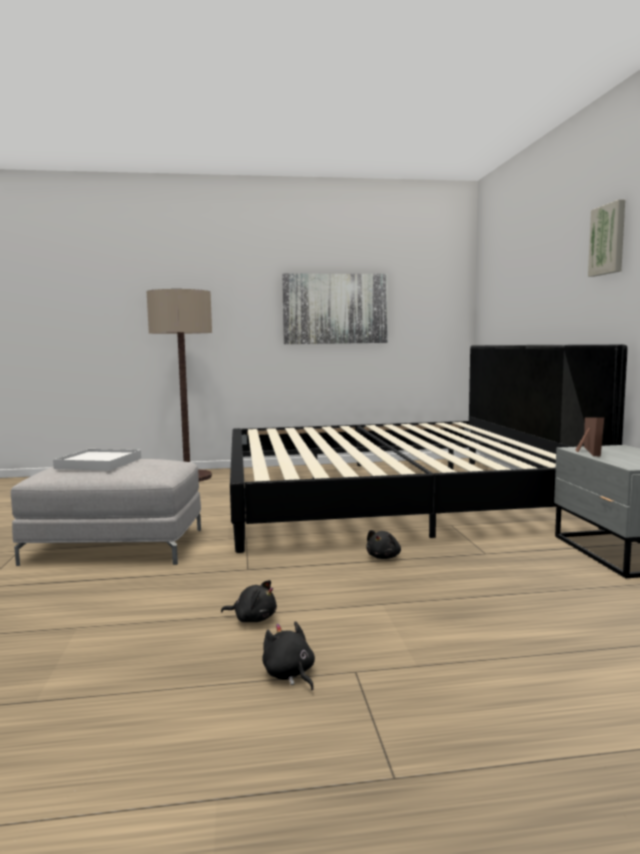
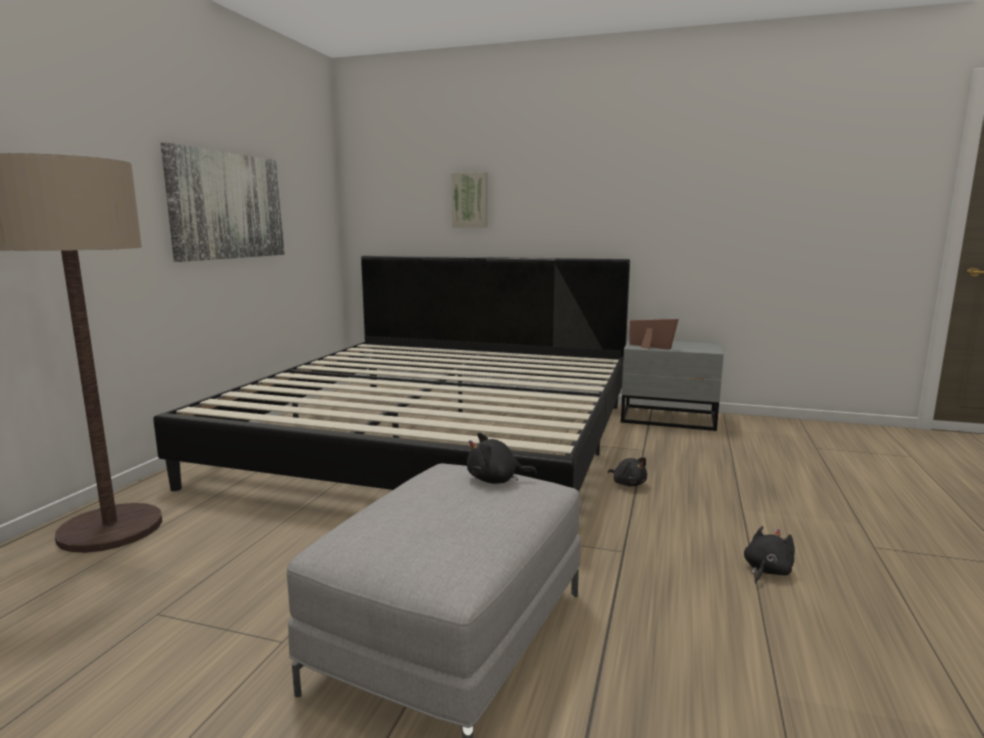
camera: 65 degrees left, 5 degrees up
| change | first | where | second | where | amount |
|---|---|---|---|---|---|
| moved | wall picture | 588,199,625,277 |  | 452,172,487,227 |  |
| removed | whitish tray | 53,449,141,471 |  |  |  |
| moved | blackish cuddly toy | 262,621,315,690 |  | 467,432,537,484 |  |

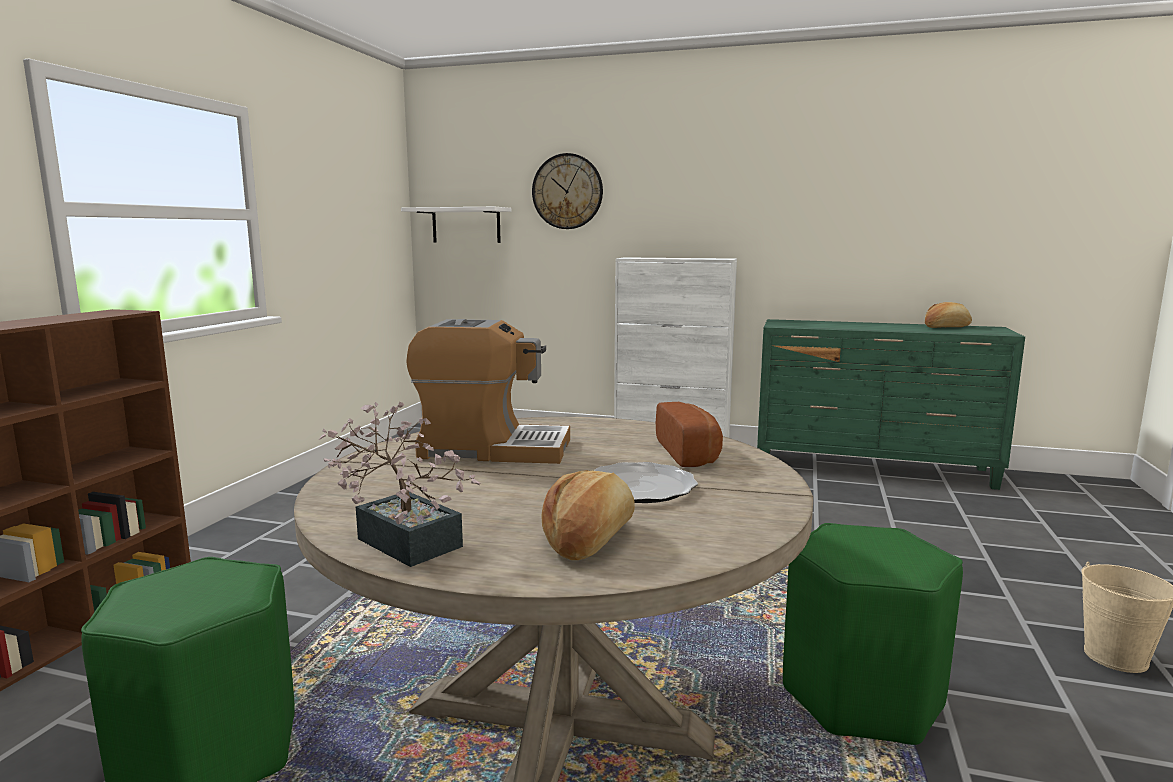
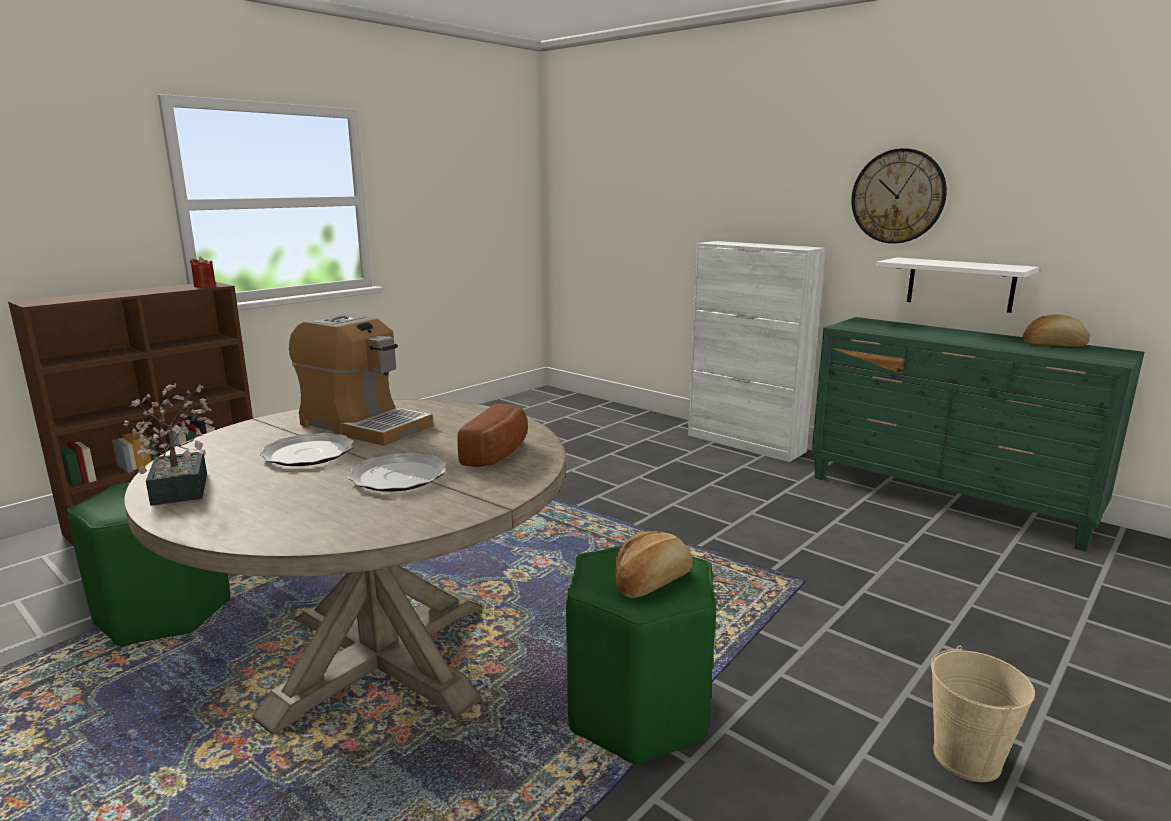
camera: 25 degrees right, 5 degrees up
| change | first | where | second | where | amount |
|---|---|---|---|---|---|
| moved | clock on the wall | 532,153,603,229 |  | 852,148,947,244 |  |
| moved | whitish bracket shelf | 401,207,511,243 |  | 876,257,1039,313 |  |
| moved | bread | 541,470,635,560 |  | 615,531,693,598 |  |
| added |  |  | red-coloured wax light | 190,256,216,288 |  |
| added |  |  | dinner plate | 259,433,354,466 |  |

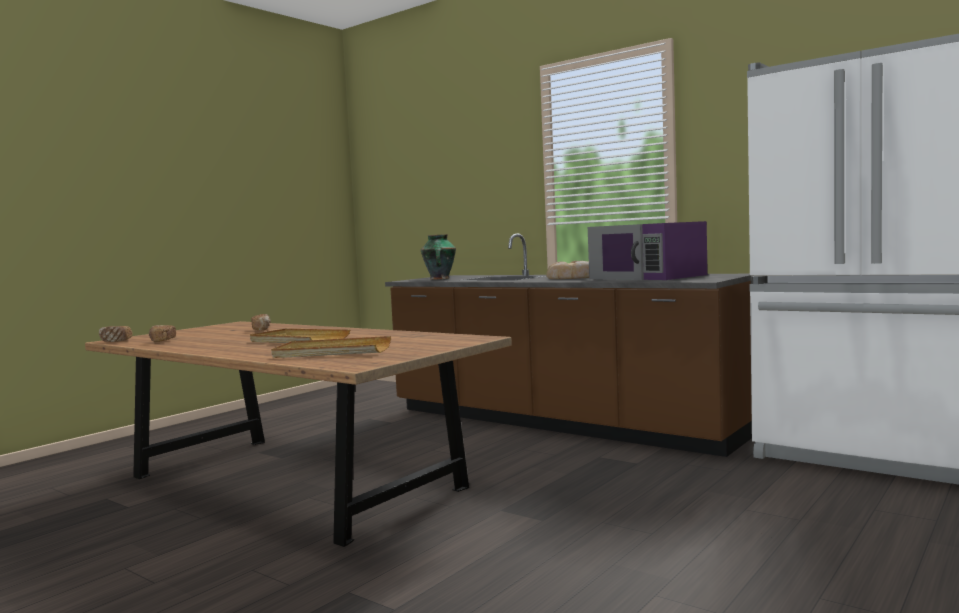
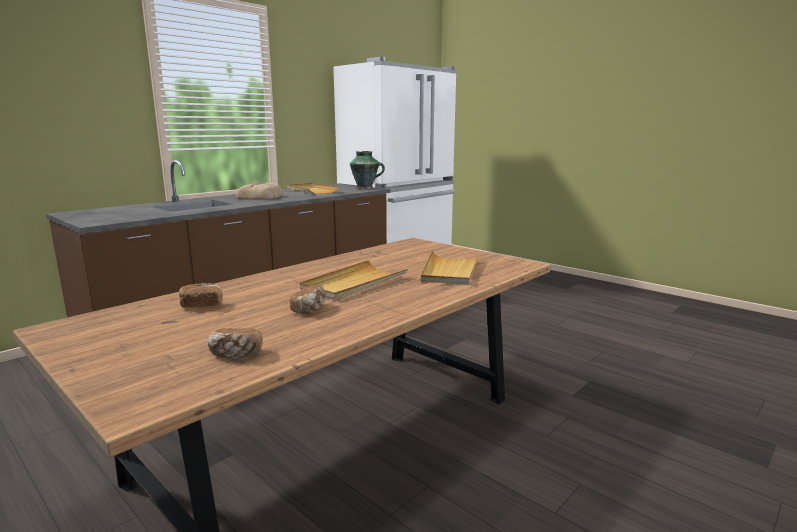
camera: 85 degrees left, 10 degrees up
| change | first | where | second | where | amount |
|---|---|---|---|---|---|
| replaced | purple kitchen microwave | 588,221,708,280 | beige tray | 287,183,339,194 |  |
| moved | decorative vase | 421,234,456,280 |  | 350,151,385,189 |  |
| moved | bread | 99,326,133,342 |  | 290,285,326,315 |  |

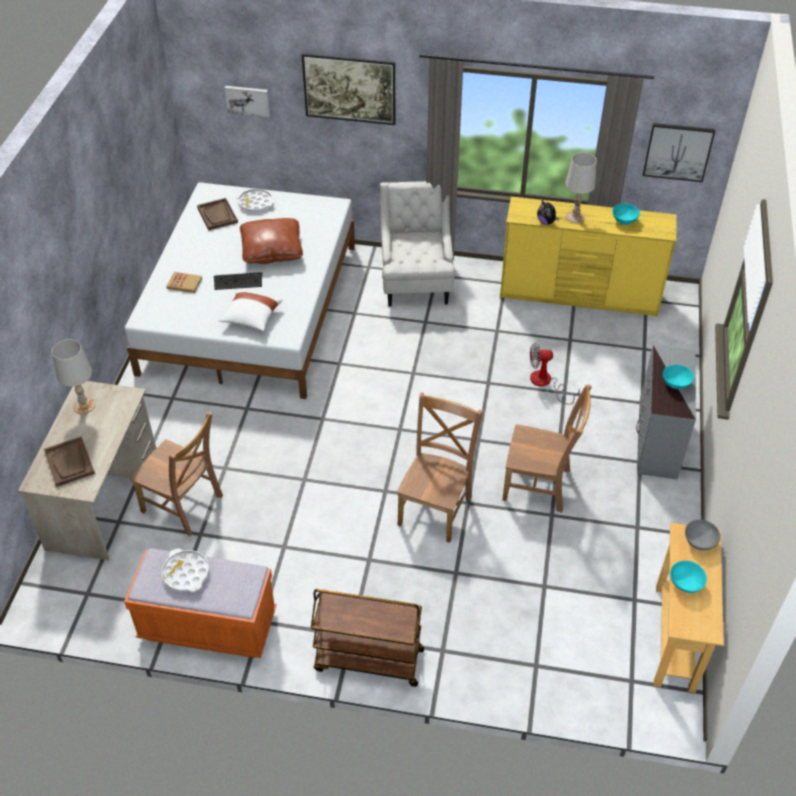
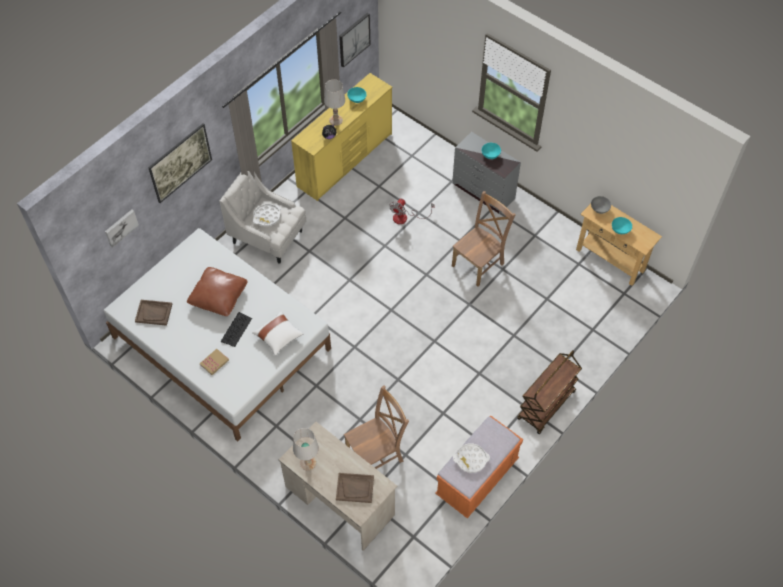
camera: 60 degrees left, 10 degrees up
| change | first | where | second | where | amount |
|---|---|---|---|---|---|
| moved | whitish tray | 236,189,274,212 |  | 253,204,281,226 |  |
| removed | brownish chair | 397,392,483,543 |  |  |  |

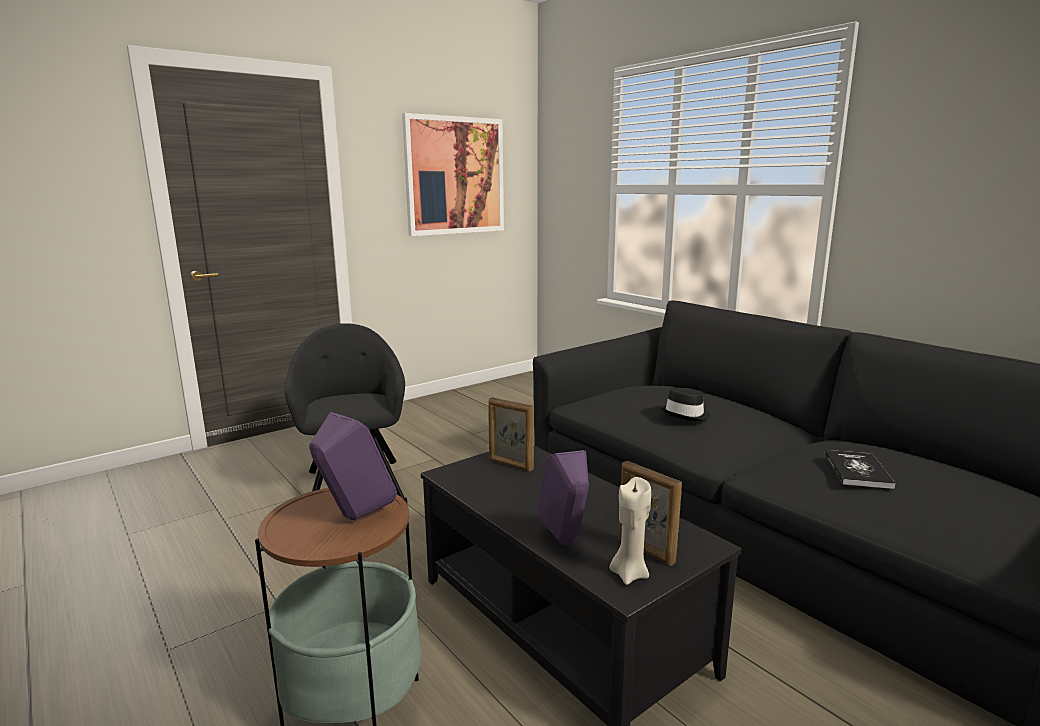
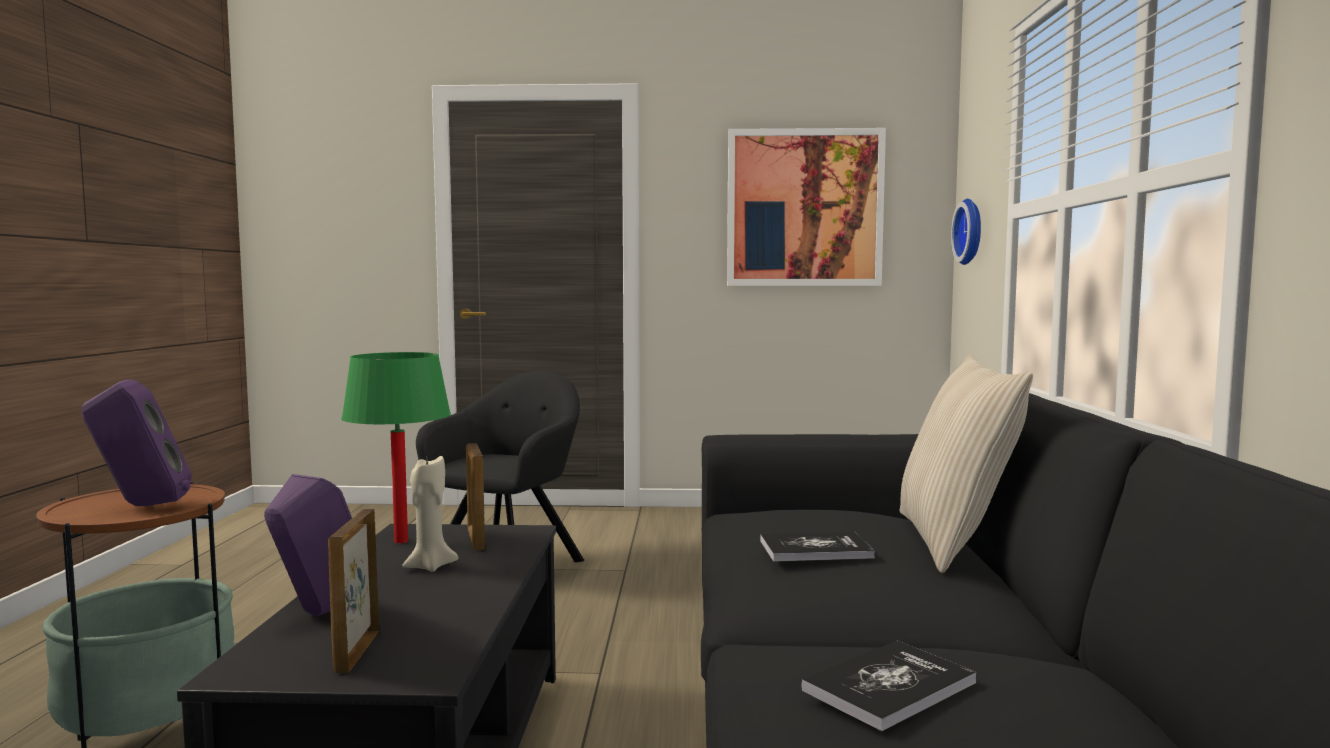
camera: 40 degrees right, 10 degrees down
| change | first | where | second | where | amount |
|---|---|---|---|---|---|
| replaced | blackish wearable hat | 660,388,711,421 | bound book | 760,532,875,562 |  |
| moved | beige wax light | 610,477,651,585 |  | 402,456,458,572 |  |
| added |  |  | clock on the wall | 951,199,981,265 |  |
| added |  |  | greenish tabletop lamp | 341,352,451,543 |  |
| added |  |  | beige cushion | 900,355,1033,573 |  |

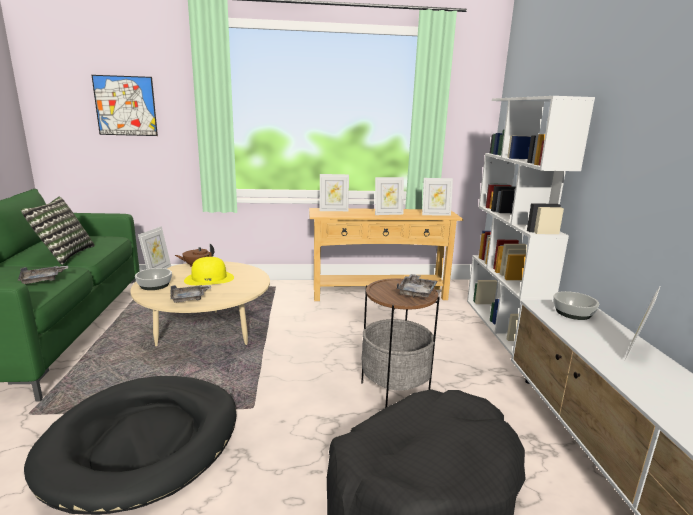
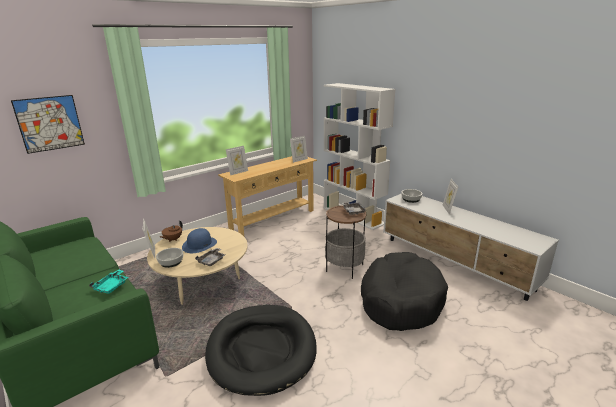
camera: 35 degrees left, 5 degrees up
| change | first | where | second | where | amount |
|---|---|---|---|---|---|
| removed | picture frame | 375,177,404,215 |  |  |  |
| removed | cushion | 21,197,95,265 |  |  |  |
| recoloured | yellow wearable hat | 184,257,234,285 | blue wearable hat | 182,228,217,253 |  |
| recoloured | grey tray | 18,266,68,284 | blue-green tray | 89,269,129,294 |  |

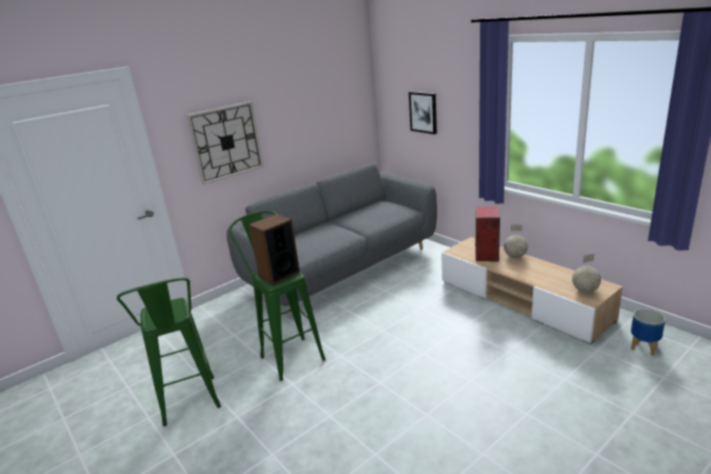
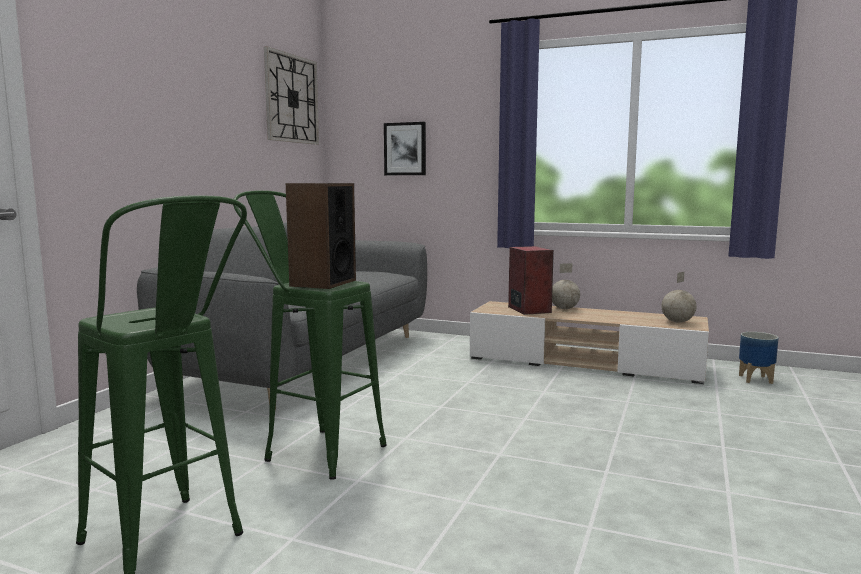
camera: 30 degrees left, 15 degrees down
| change | first | where | second | where | amount |
|---|---|---|---|---|---|
| moved | clock on the wall | 187,101,263,185 |  | 264,46,319,145 |  |

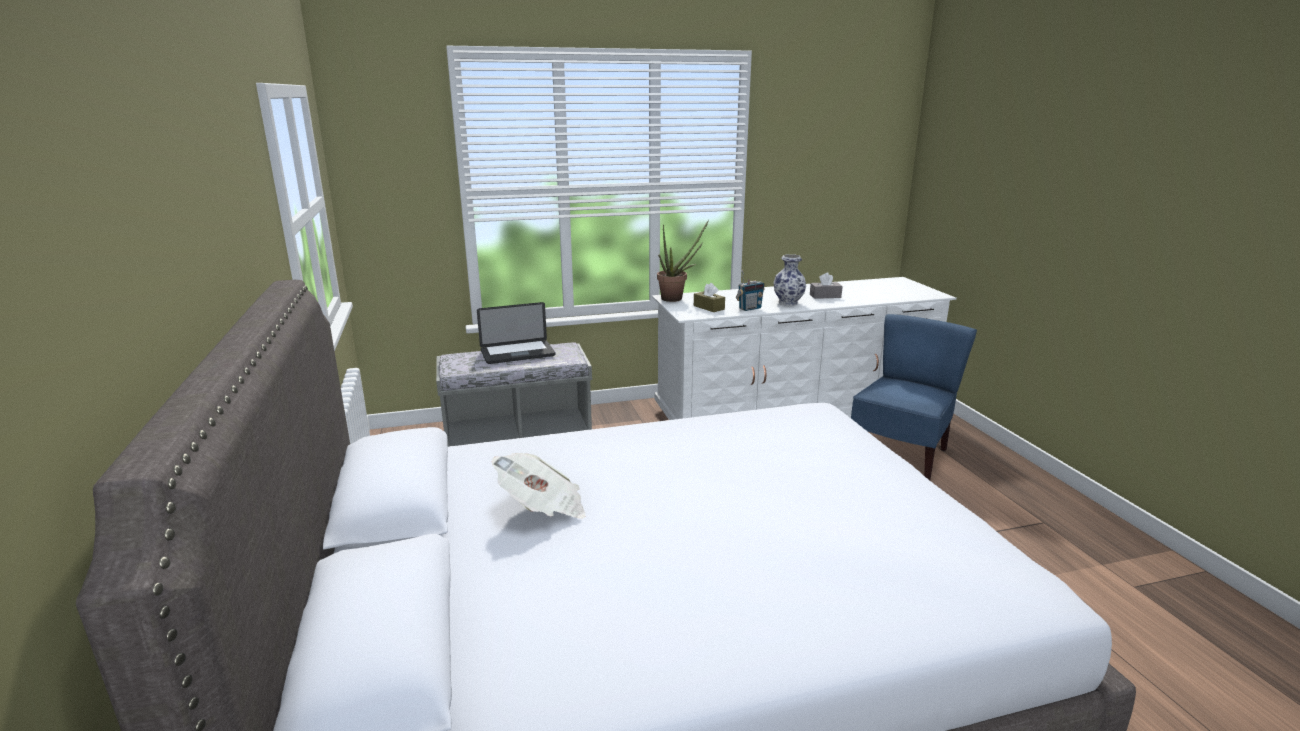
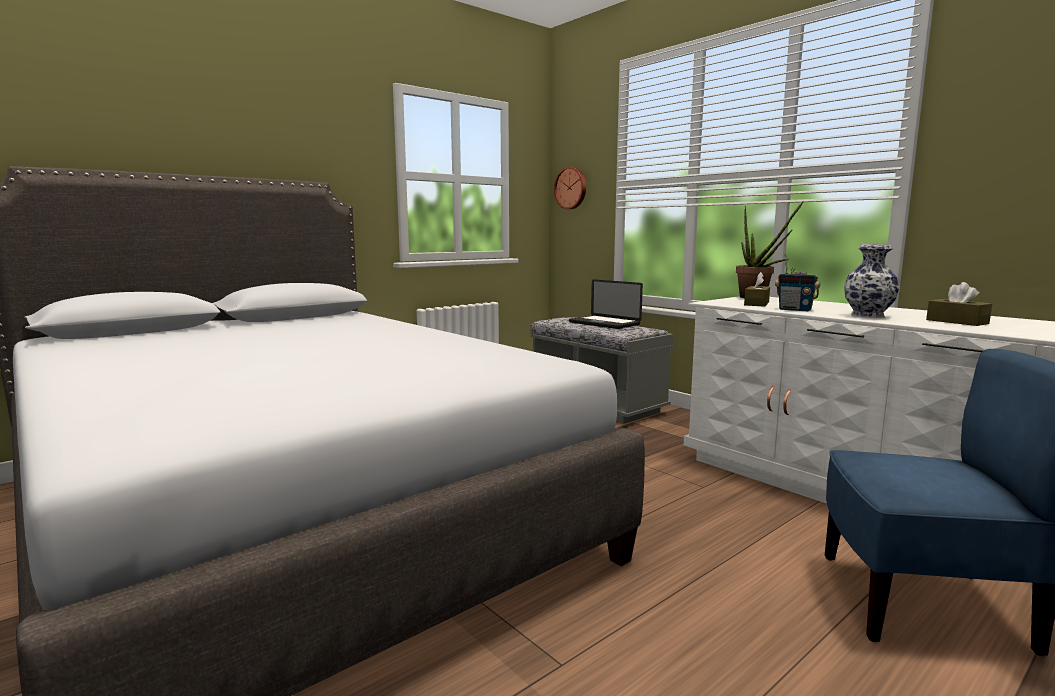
camera: 65 degrees right, 10 degrees down
| change | first | where | second | where | amount |
|---|---|---|---|---|---|
| recoloured | grey box of tissues | 810,272,843,299 | brownish box of tissues | 926,282,992,326 |  |
| removed | daily paper | 492,453,586,518 |  |  |  |
| added |  |  | clock on the wall | 554,167,586,209 |  |

